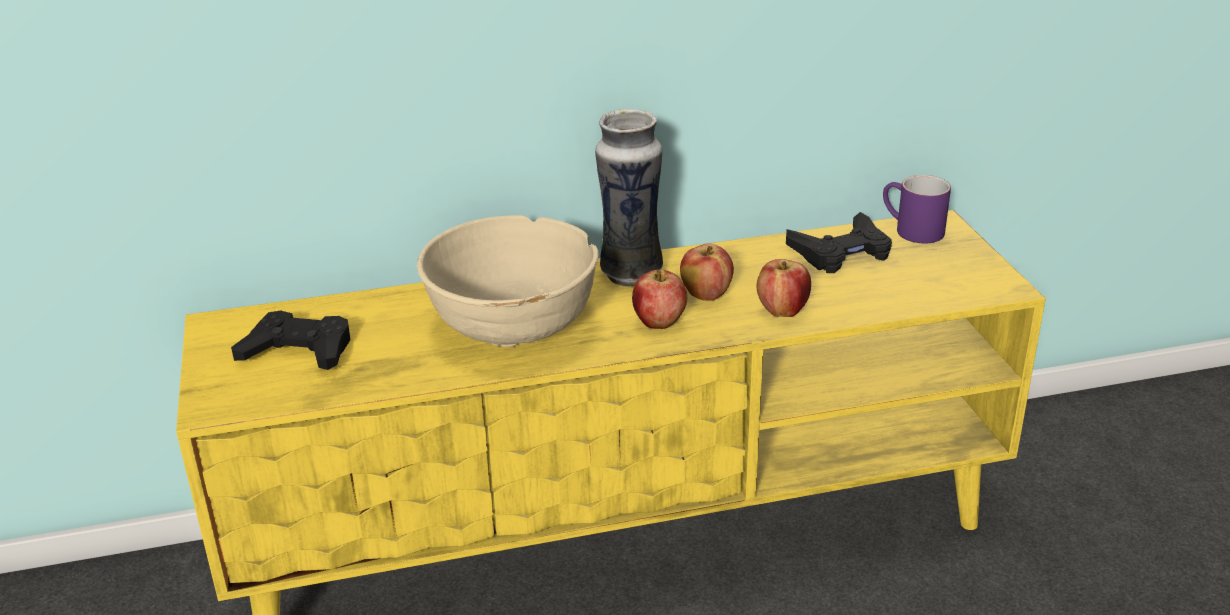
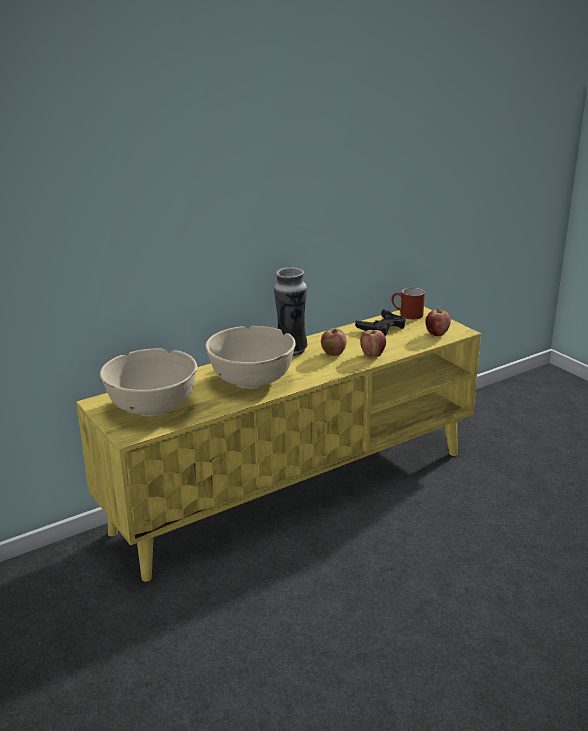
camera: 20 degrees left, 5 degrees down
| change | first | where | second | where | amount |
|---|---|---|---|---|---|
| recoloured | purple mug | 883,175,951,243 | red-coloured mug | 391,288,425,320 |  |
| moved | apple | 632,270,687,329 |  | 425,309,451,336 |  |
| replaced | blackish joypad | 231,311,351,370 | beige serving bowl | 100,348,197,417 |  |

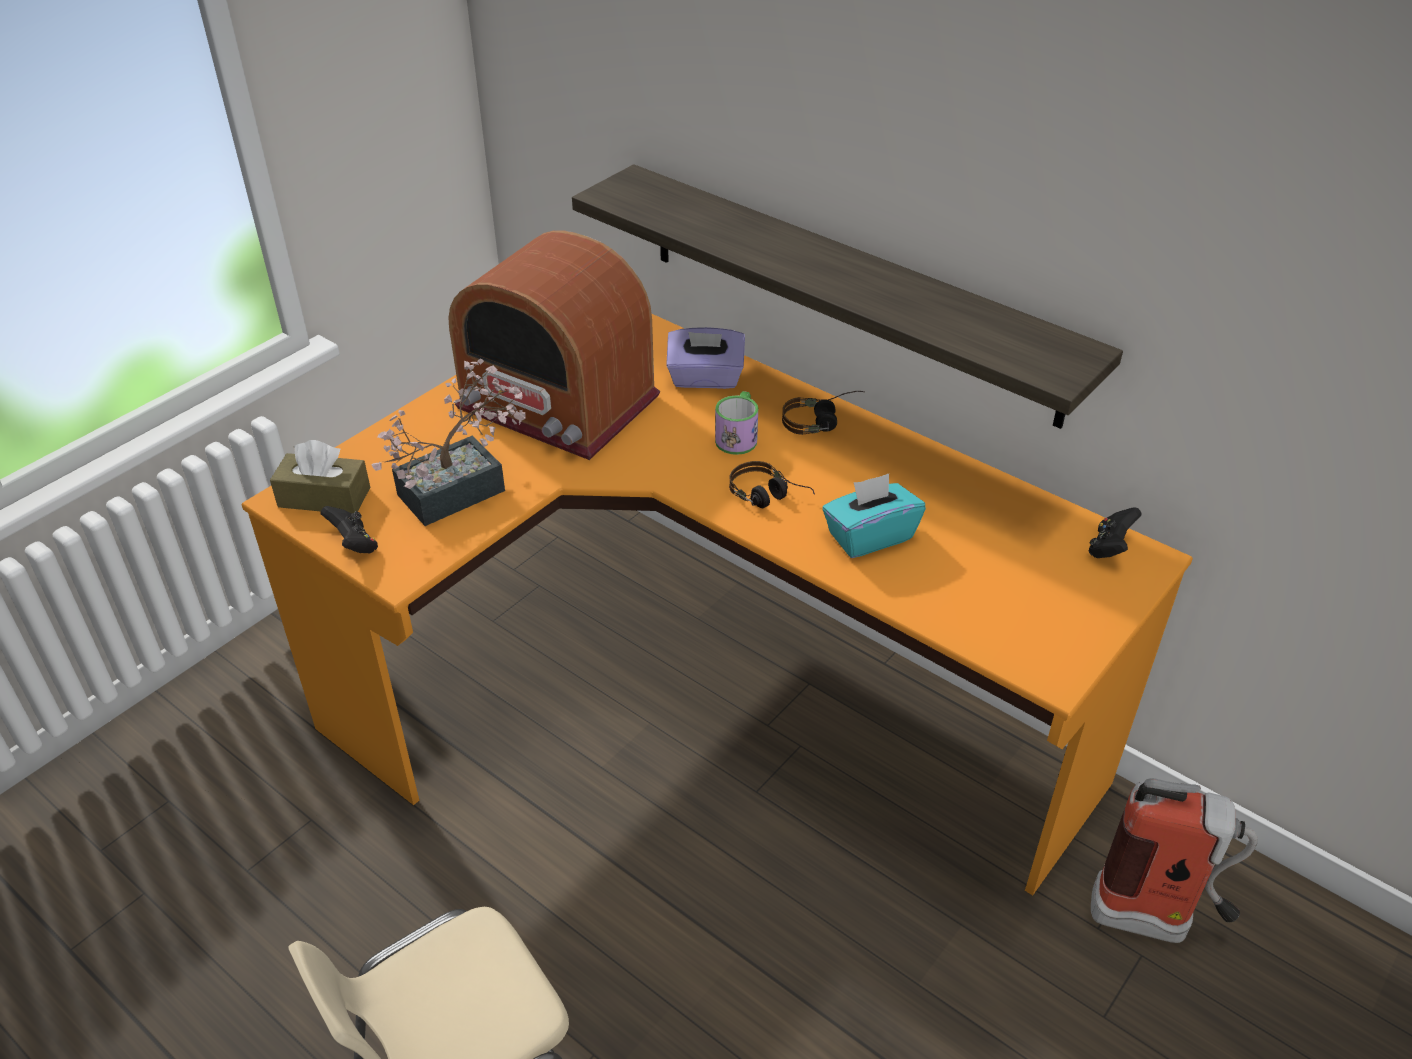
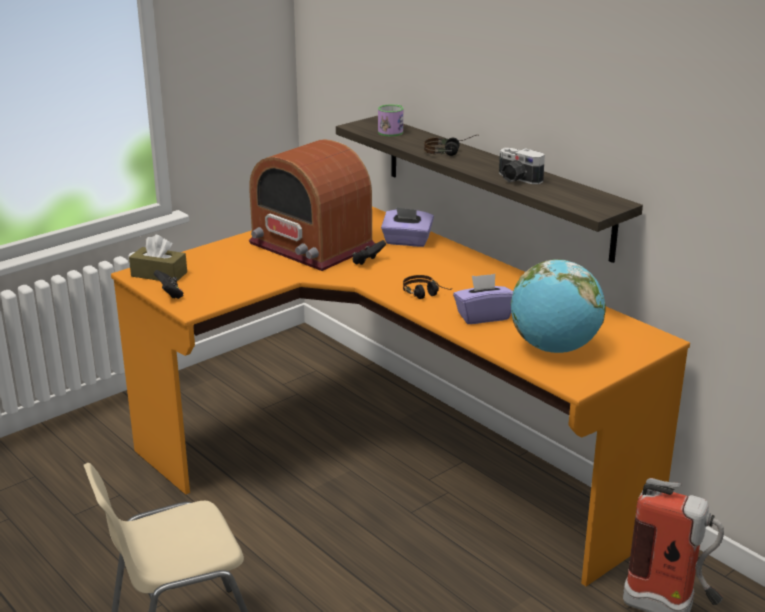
camera: 10 degrees right, 15 degrees down
| change | first | where | second | where | amount |
|---|---|---|---|---|---|
| removed | houseplant | 372,358,525,526 |  |  |  |
| moved | mug | 715,391,758,455 |  | 378,105,403,136 |  |
| moved | headphones | 782,391,864,435 |  | 424,135,477,156 |  |
| recoloured | blue-green box of tissues | 822,474,926,558 | purple box of tissues | 453,274,513,324 |  |
| moved | blackish joypad | 1088,507,1141,558 |  | 352,240,386,265 |  |
| added |  |  | photo camera | 499,148,545,184 |  |
| added |  |  | desk globe | 511,259,606,353 |  |

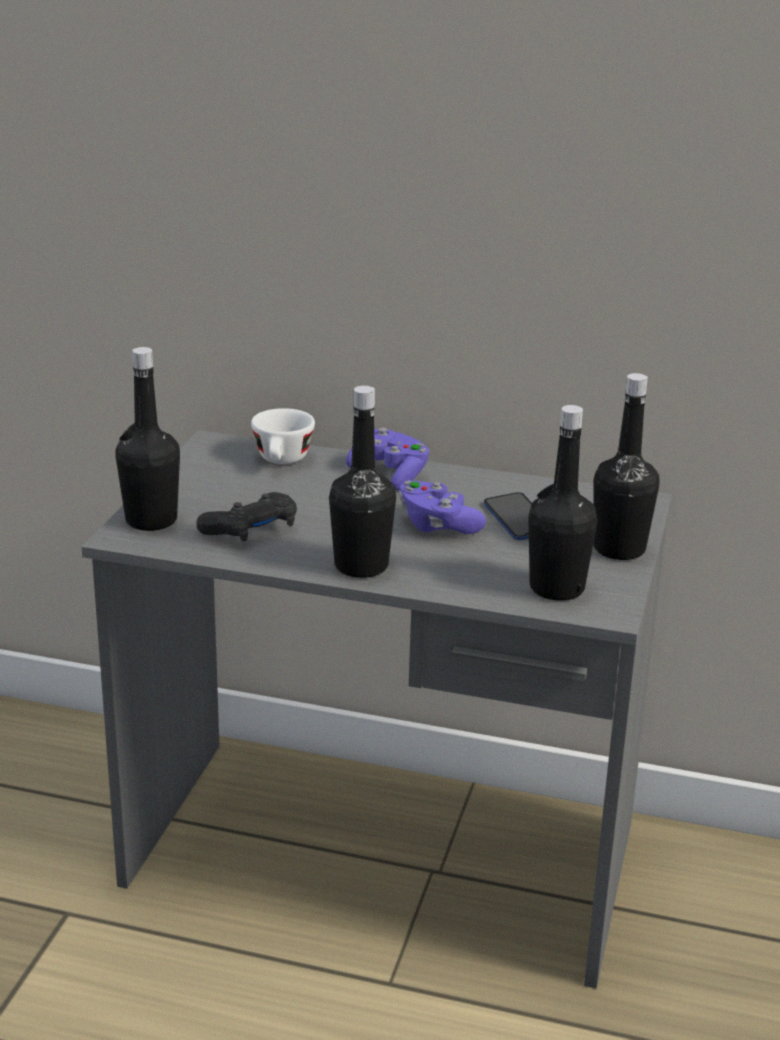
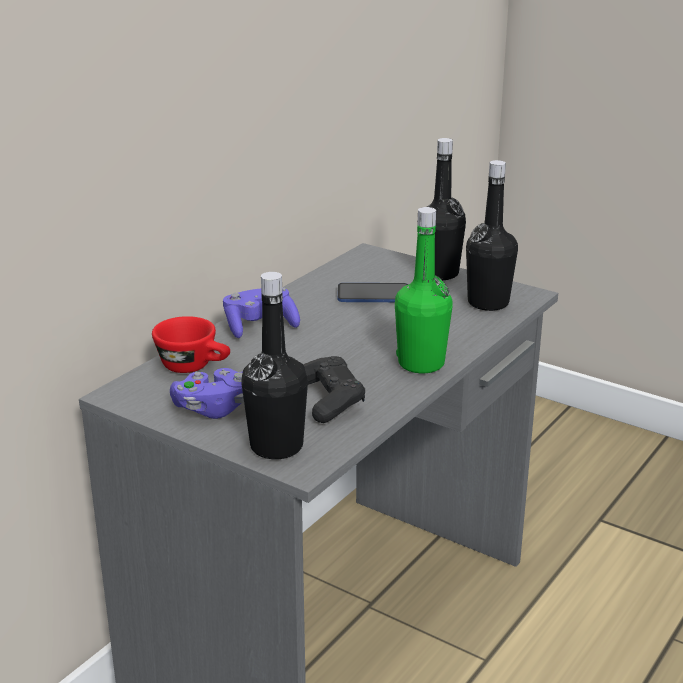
camera: 70 degrees left, 0 degrees up
| change | first | where | second | where | amount |
|---|---|---|---|---|---|
| recoloured | blackish beverage bottle | 329,386,396,578 | greenish beverage bottle | 395,207,453,373 |  |
| recoloured | whitish cup | 251,408,315,464 | red-coloured cup | 152,316,230,373 |  |
| moved | purple joypad | 399,480,486,534 |  | 170,368,244,419 |  |

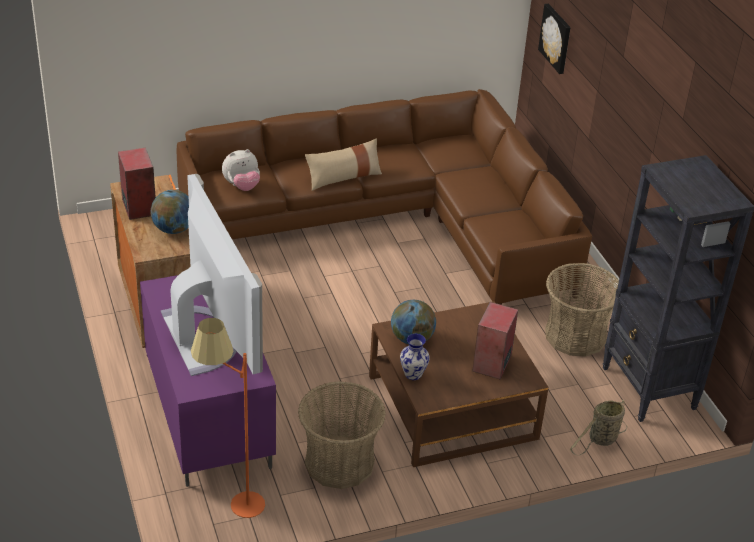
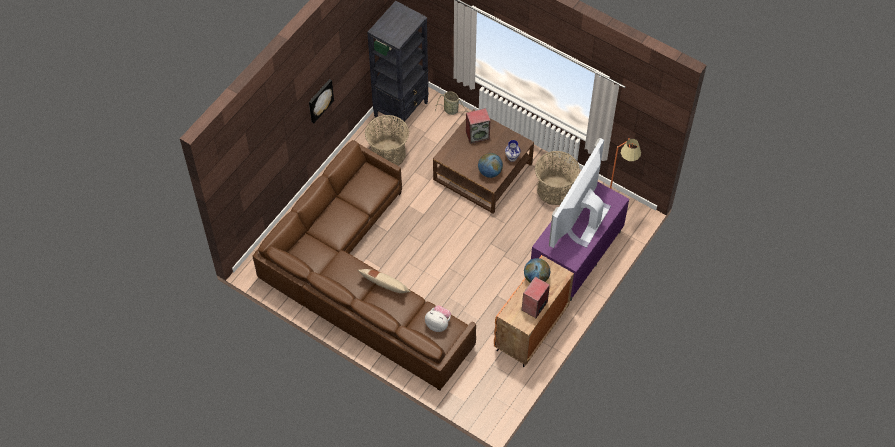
camera: 125 degrees left, 20 degrees up
| change | first | where | second | where | amount |
|---|---|---|---|---|---|
| moved | wall picture | 538,4,571,74 |  | 309,79,334,123 |  |

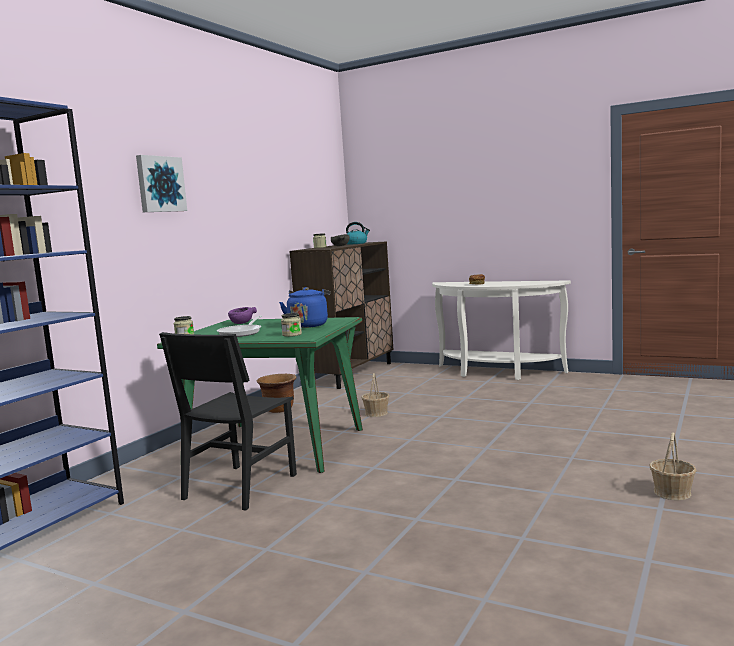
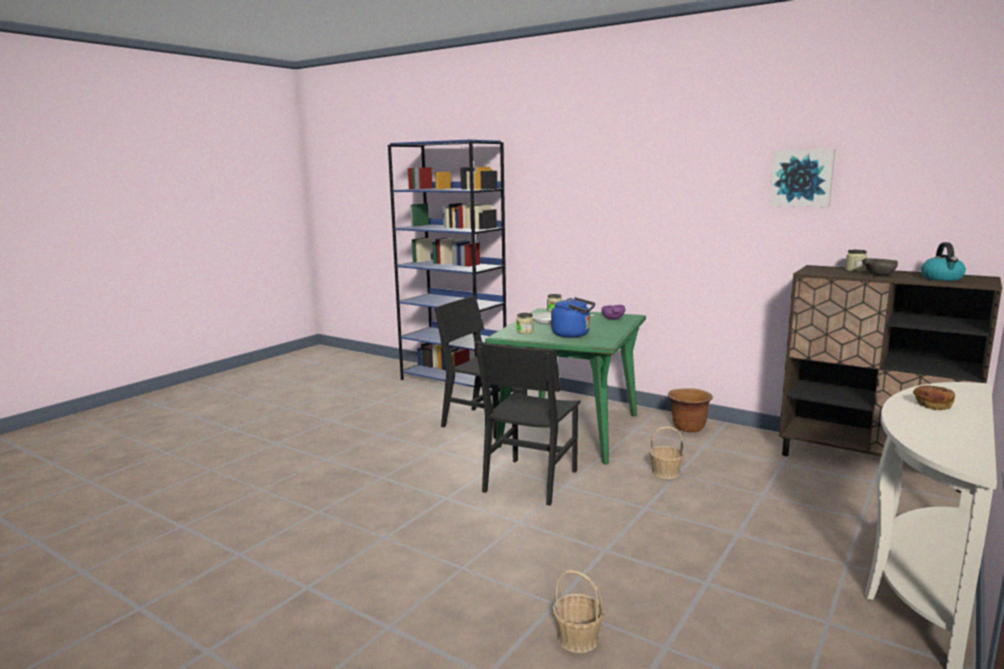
camera: 95 degrees right, 5 degrees up
| change | first | where | second | where | amount |
|---|---|---|---|---|---|
| moved | wall picture | 136,155,187,212 |  | 770,149,835,207 |  |
| moved | storage basket | 649,432,697,500 |  | 552,570,605,653 |  |
| added |  |  | blackish chair | 475,341,581,506 |  |

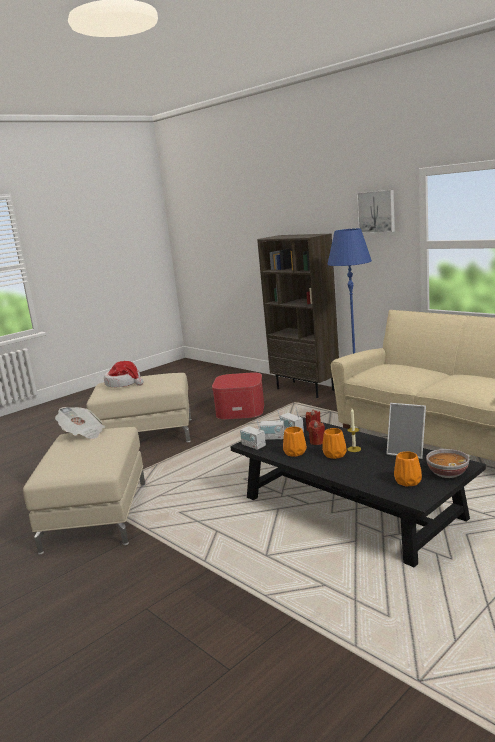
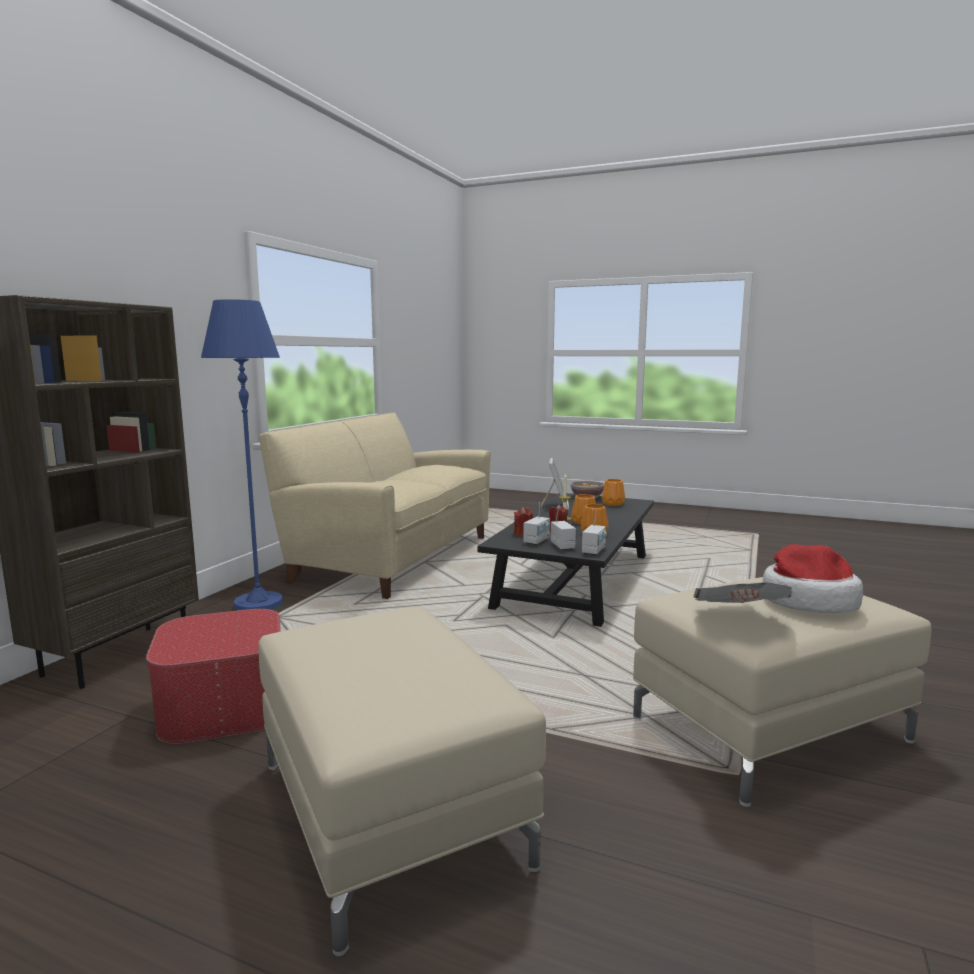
camera: 115 degrees left, 5 degrees down
| change | first | where | second | where | amount |
|---|---|---|---|---|---|
| removed | wall picture | 356,190,395,233 |  |  |  |
| moved | wearable hat | 104,361,144,388 |  | 762,544,863,613 |  |

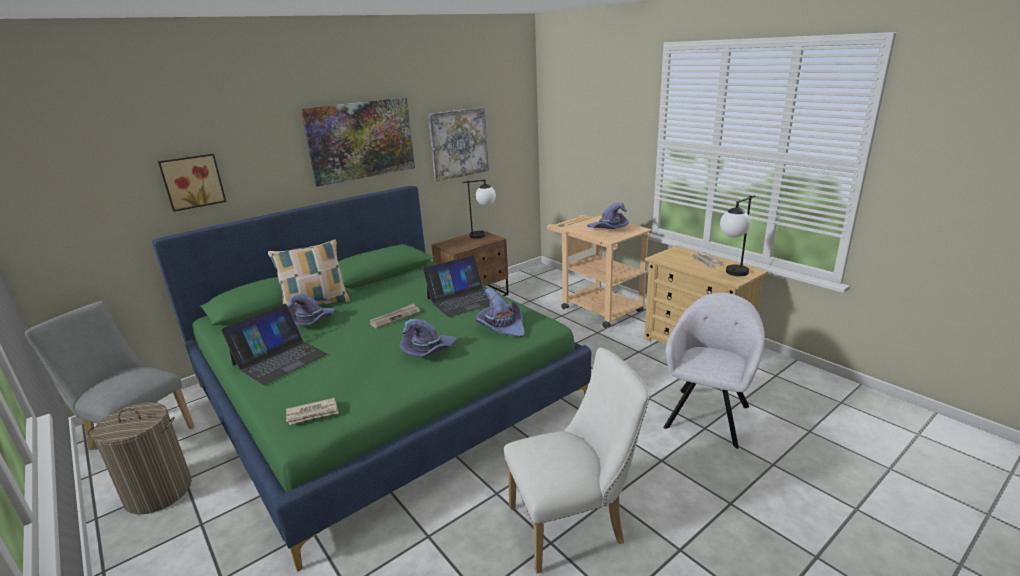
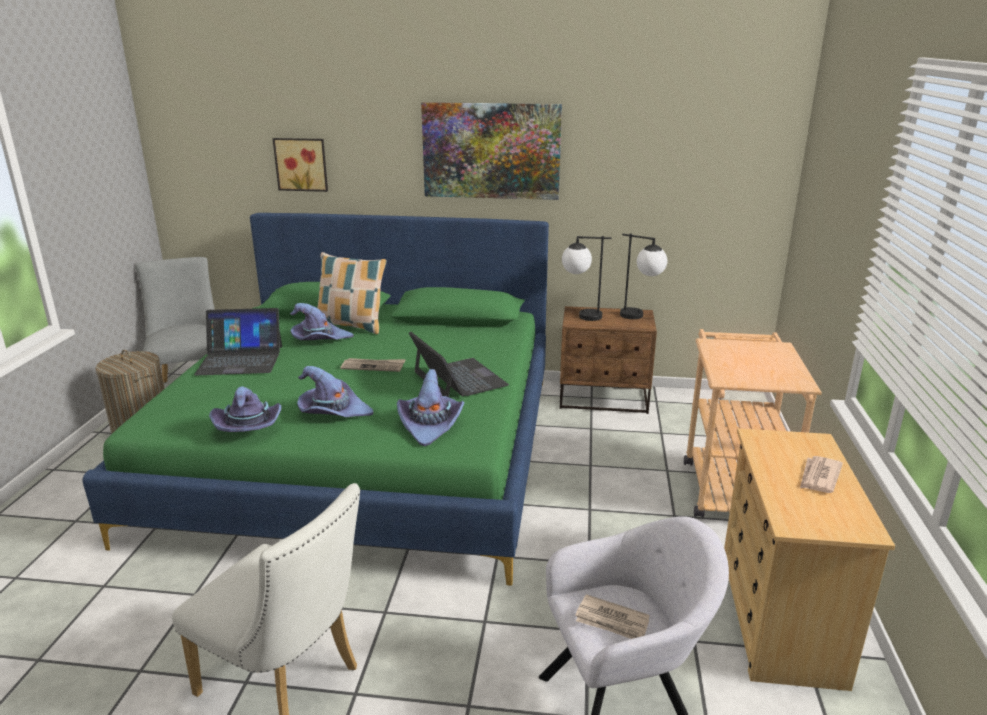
camera: 45 degrees right, 0 degrees up
| change | first | where | second | where | amount |
|---|---|---|---|---|---|
| removed | wall picture | 428,107,489,182 |  |  |  |
| moved | tabletop lamp | 720,195,755,276 |  | 562,236,612,321 |  |
| moved | purple wearable hat | 587,203,629,229 |  | 209,386,281,432 |  |
| turned | laptop | 423,255,490,317 |  | 409,332,509,397 | 135 degrees counterclockwise |
| moved | daily paper | 286,398,339,425 |  | 575,594,650,639 |  |

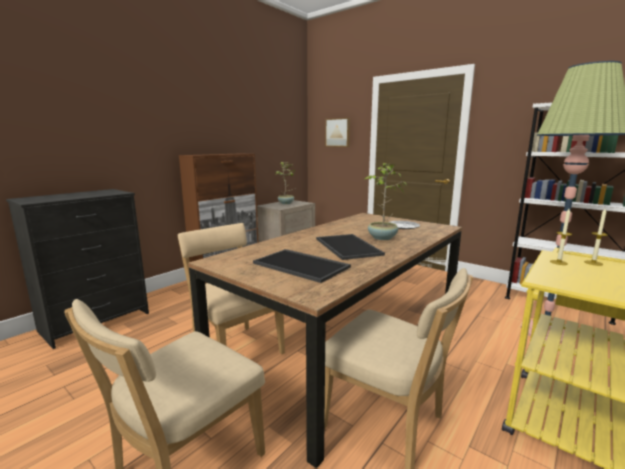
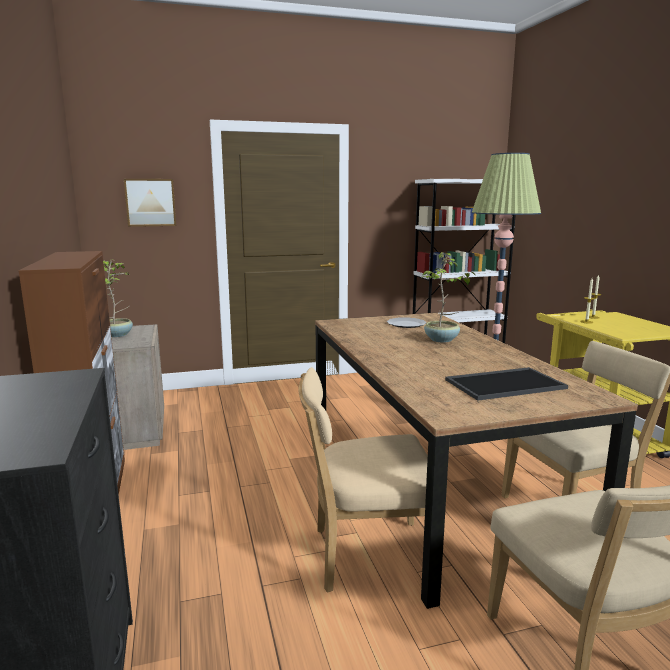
camera: 55 degrees left, 0 degrees up
| change | first | where | second | where | amount |
|---|---|---|---|---|---|
| removed | tray | 316,234,385,260 |  |  |  |

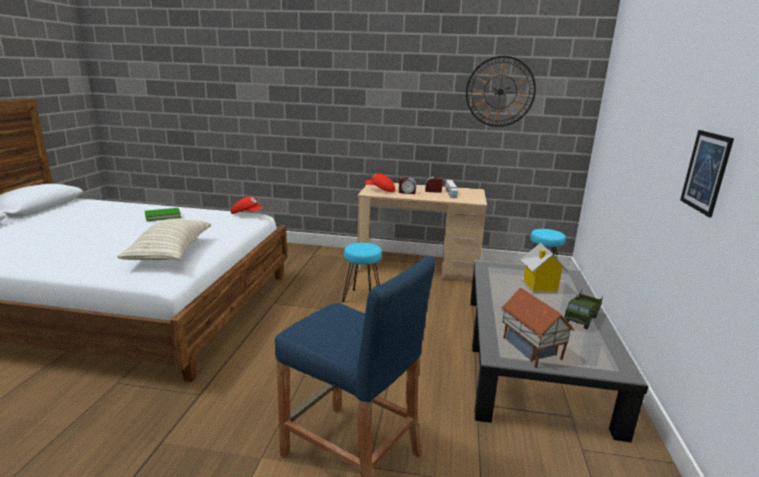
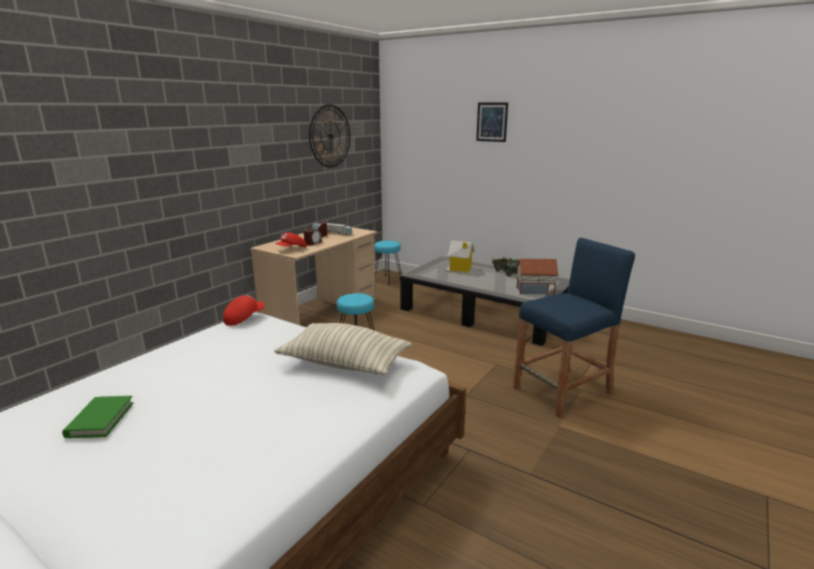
camera: 65 degrees left, 0 degrees up
| change | first | where | second | where | amount |
|---|---|---|---|---|---|
| moved | wall picture | 680,130,734,218 |  | 476,102,508,142 |  |
| moved | greenish bound book | 145,208,181,221 |  | 62,396,134,438 |  |

